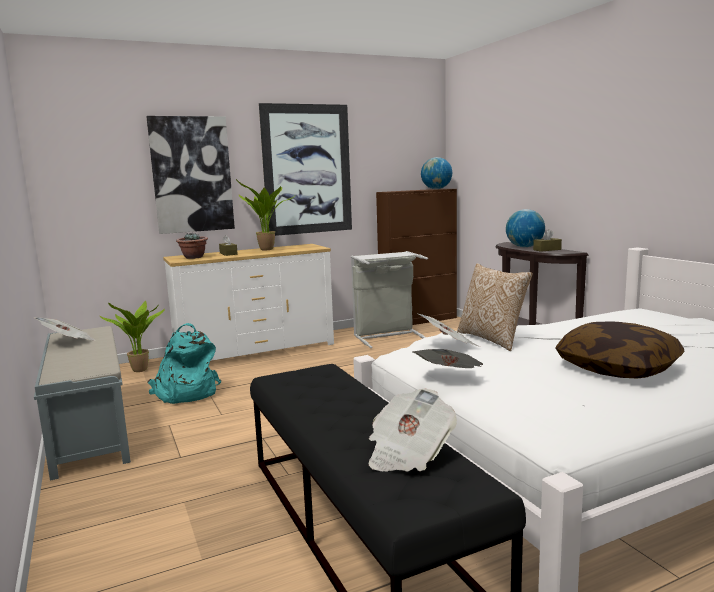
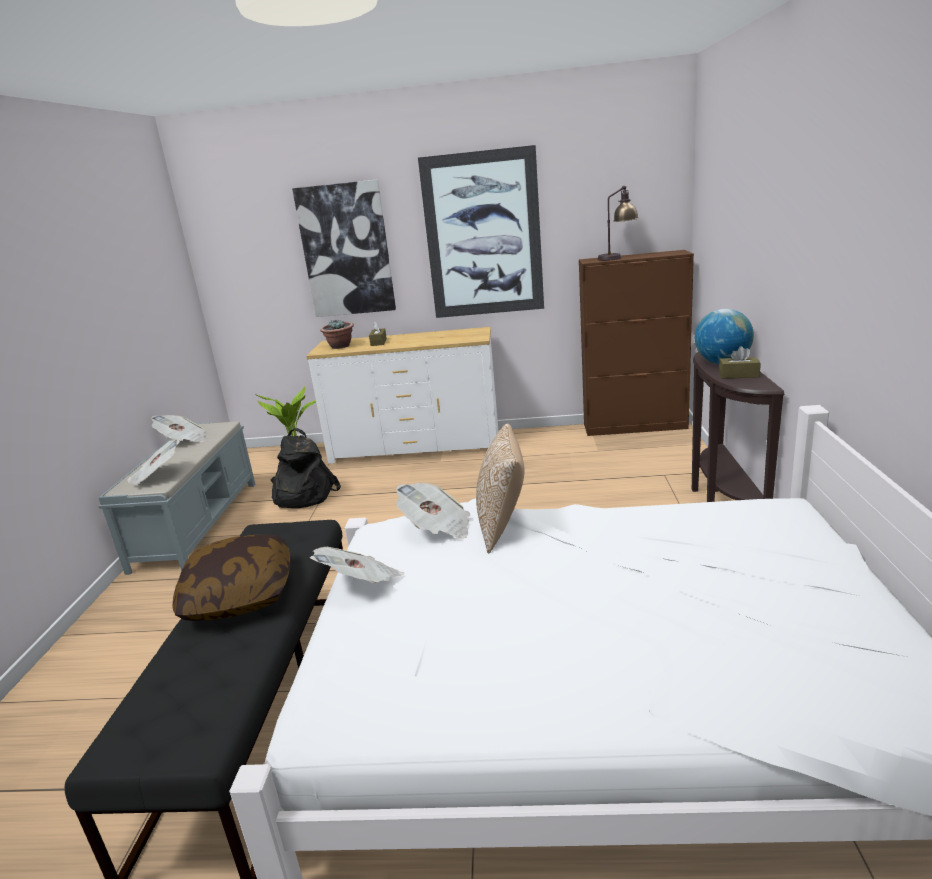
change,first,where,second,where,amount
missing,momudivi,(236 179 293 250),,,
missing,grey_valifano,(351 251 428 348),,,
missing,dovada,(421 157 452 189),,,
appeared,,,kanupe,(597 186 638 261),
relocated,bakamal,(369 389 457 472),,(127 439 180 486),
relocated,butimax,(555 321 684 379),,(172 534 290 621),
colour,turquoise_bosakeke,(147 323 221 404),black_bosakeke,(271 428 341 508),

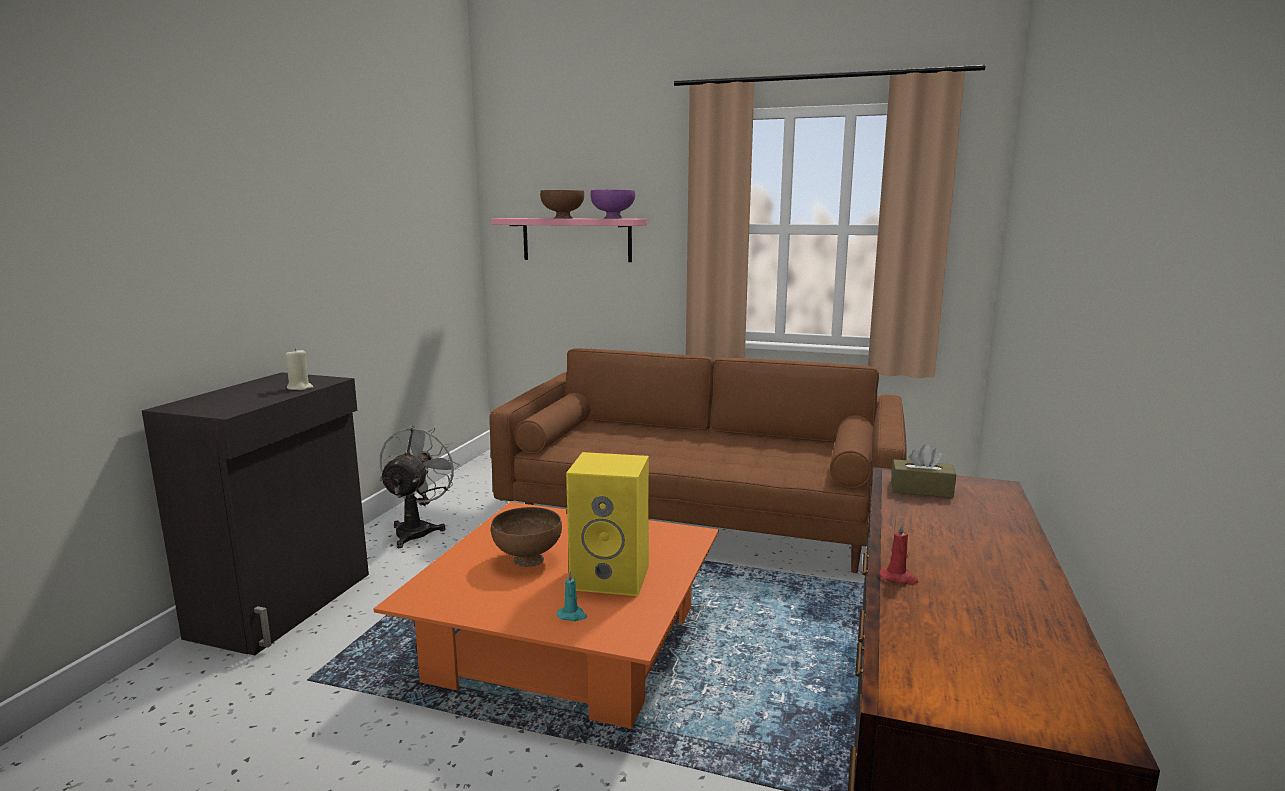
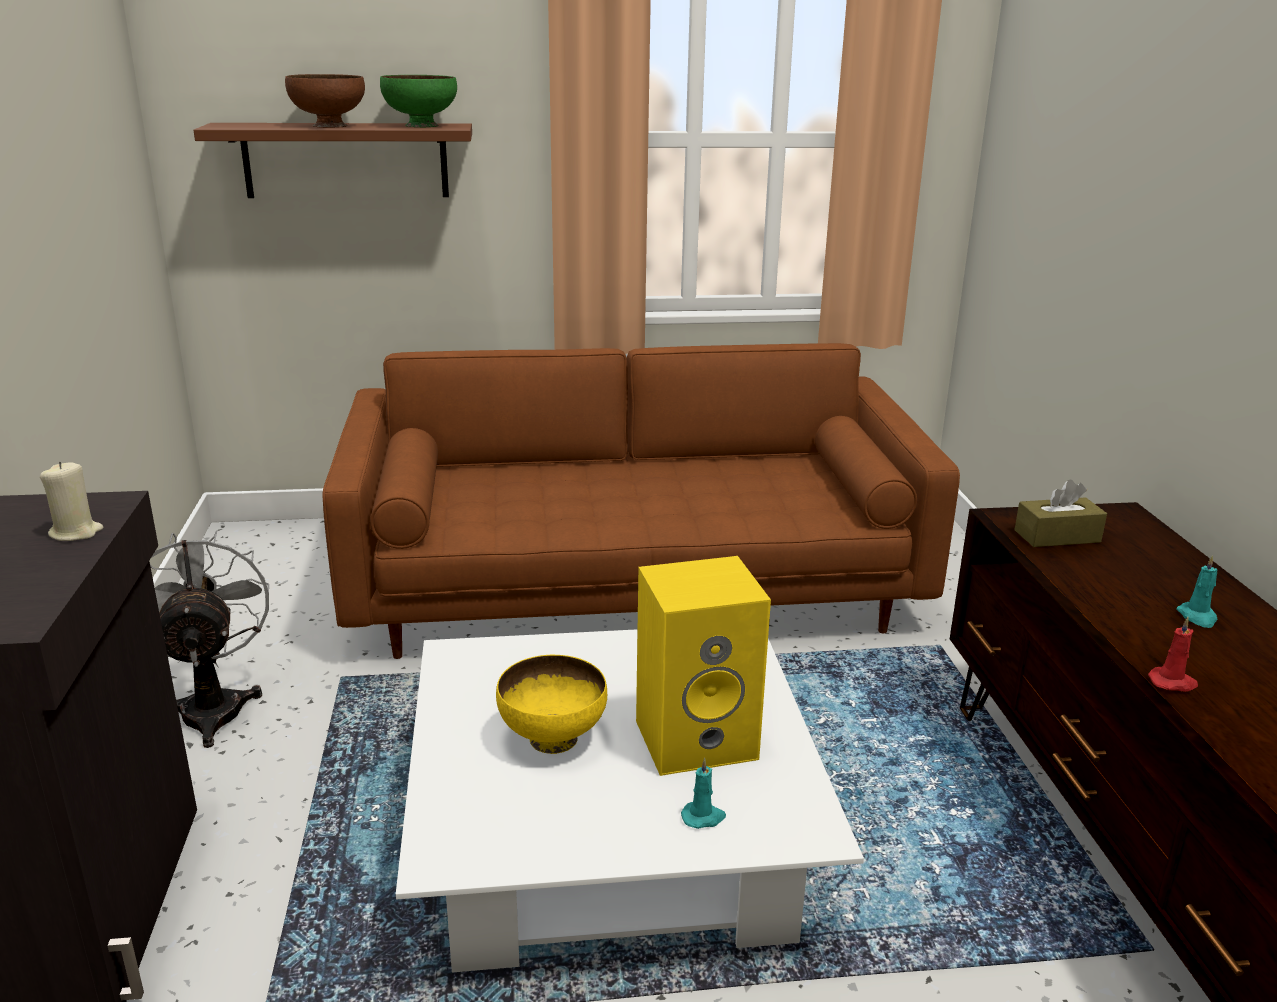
change,first,where,second,where,amount
appeared,,,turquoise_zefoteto,(1176 555 1218 628),
colour,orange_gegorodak,(374 502 719 729),white_gegorodak,(396 629 864 972),
colour,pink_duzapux,(491 218 647 262),brown_duzapux,(193 123 472 198),
colour,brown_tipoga,(491 507 562 567),yellow_tipoga,(496 655 607 754),
colour,purple_tipoga,(590 190 635 219),green_tipoga,(380 75 457 127),

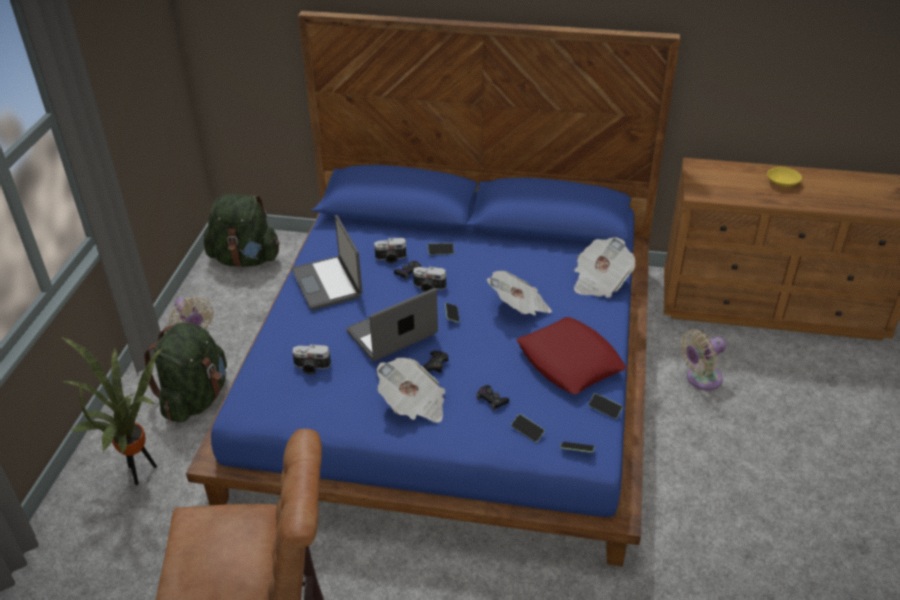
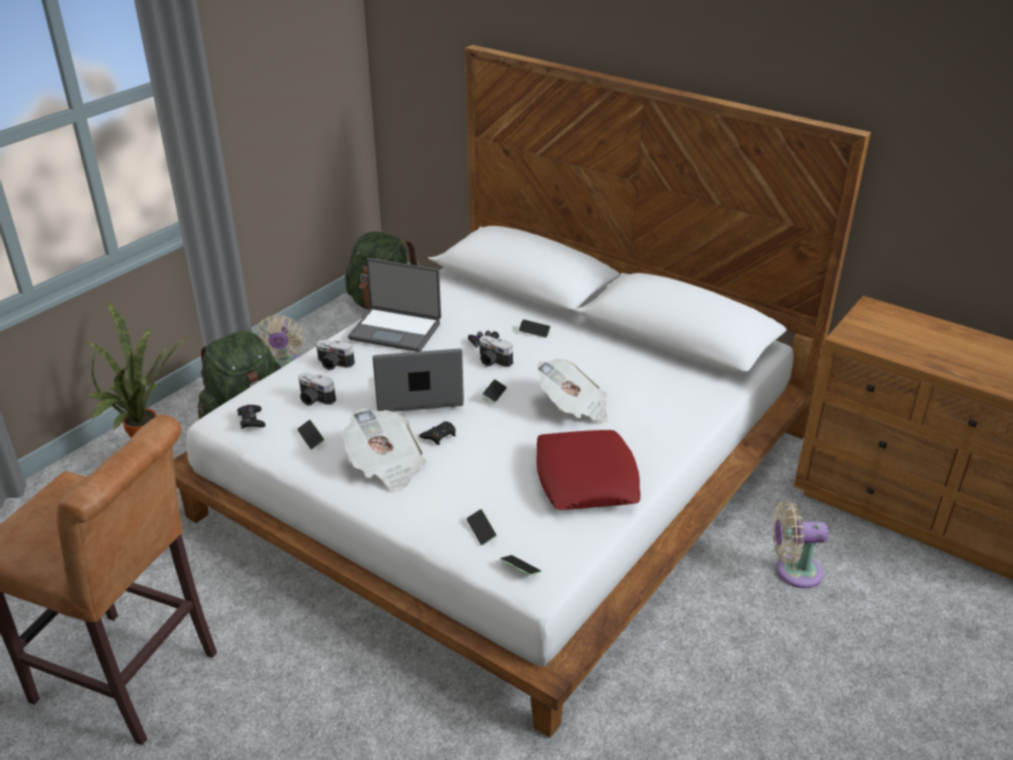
change,first,where,second,where,amount
missing,bakamal,(574 237 635 298),,,
missing,yellow_tipoga,(767 167 802 187),,,
relocated,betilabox,(374 238 407 264),,(316 340 355 370),
relocated,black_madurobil,(476 385 509 410),,(237 405 265 429),
relocated,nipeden,(588 393 623 419),,(297 420 325 450),
colour,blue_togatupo,(186 11 680 567),white_togatupo,(174 45 871 738),
spun,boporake,(292 215 362 310),,(348 258 441 352),75 degrees counterclockwise

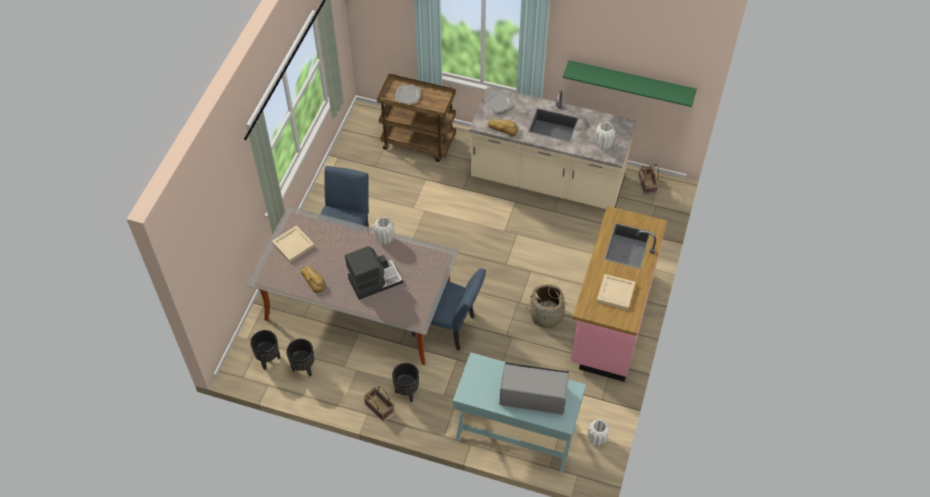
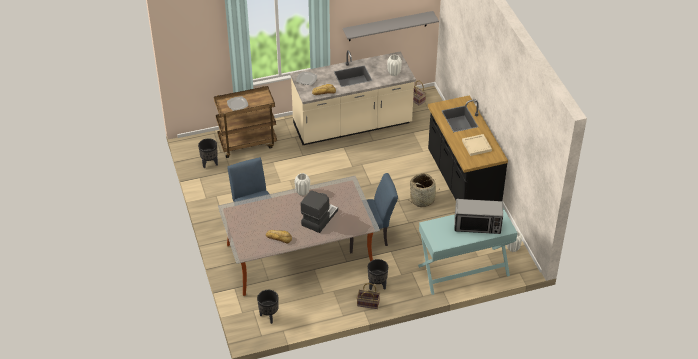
change,first,where,second,where,amount
missing,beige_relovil,(272 225 315 262),,,
relocated,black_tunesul,(286 339 314 377),,(198 138 218 168),
colour,green_duzapux,(562 60 697 107),grey_duzapux,(343 11 439 41),
colour,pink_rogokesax,(571 206 667 382),black_rogokesax,(428 95 508 201),
spun,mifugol,(500 362 569 414),,(454 199 503 234),150 degrees counterclockwise

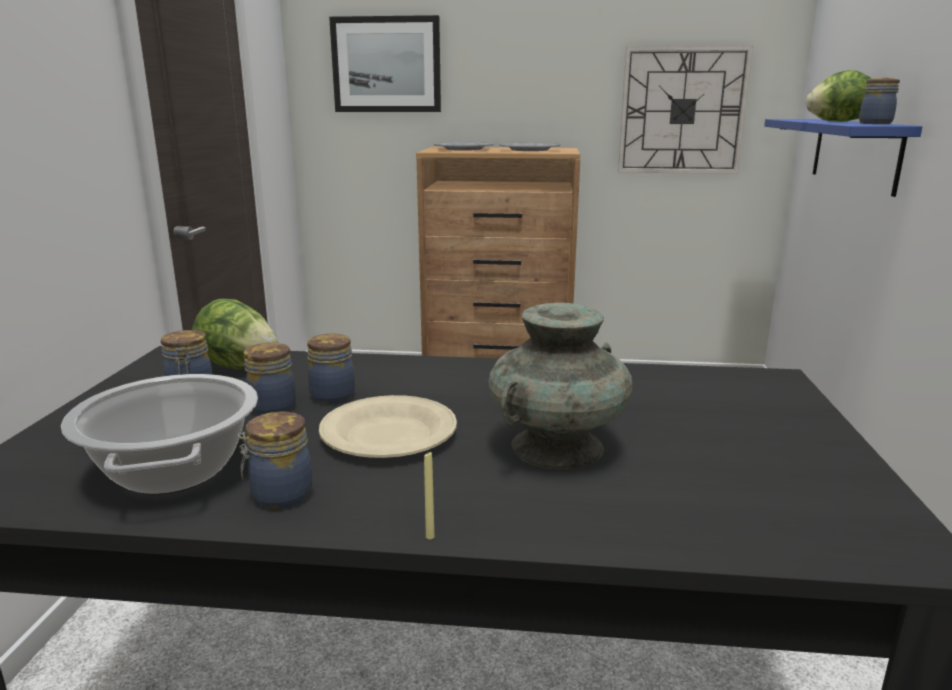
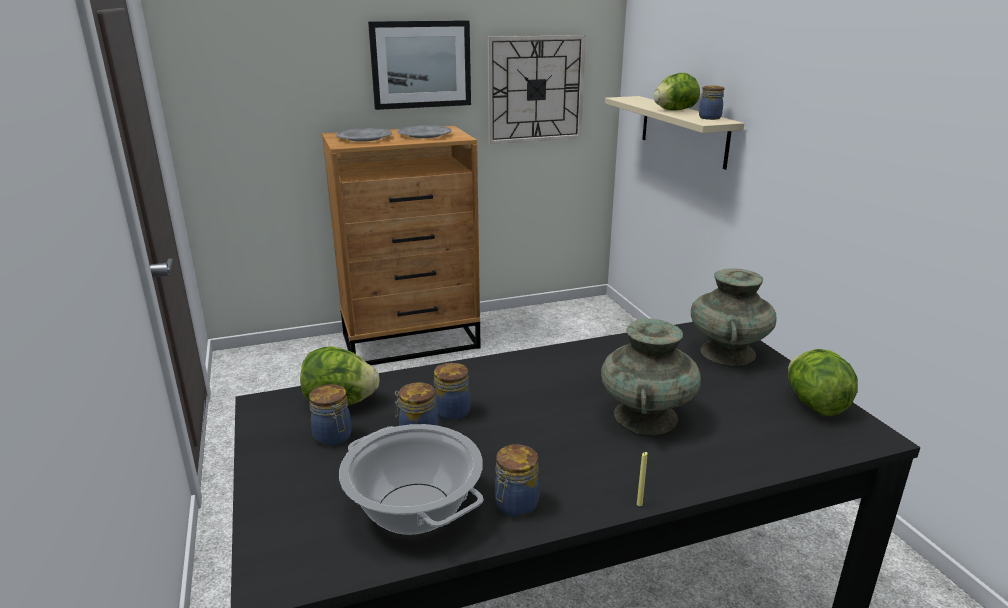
change,first,where,second,where,amount
missing,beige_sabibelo,(319 395 457 458),,,
appeared,,,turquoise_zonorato,(691 269 776 366),
appeared,,,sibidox,(788 349 858 416),
relocated,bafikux,(329 15 441 112),,(368 20 471 110),
colour,blue_duzapux,(764 119 922 197),beige_duzapux,(605 96 745 170),

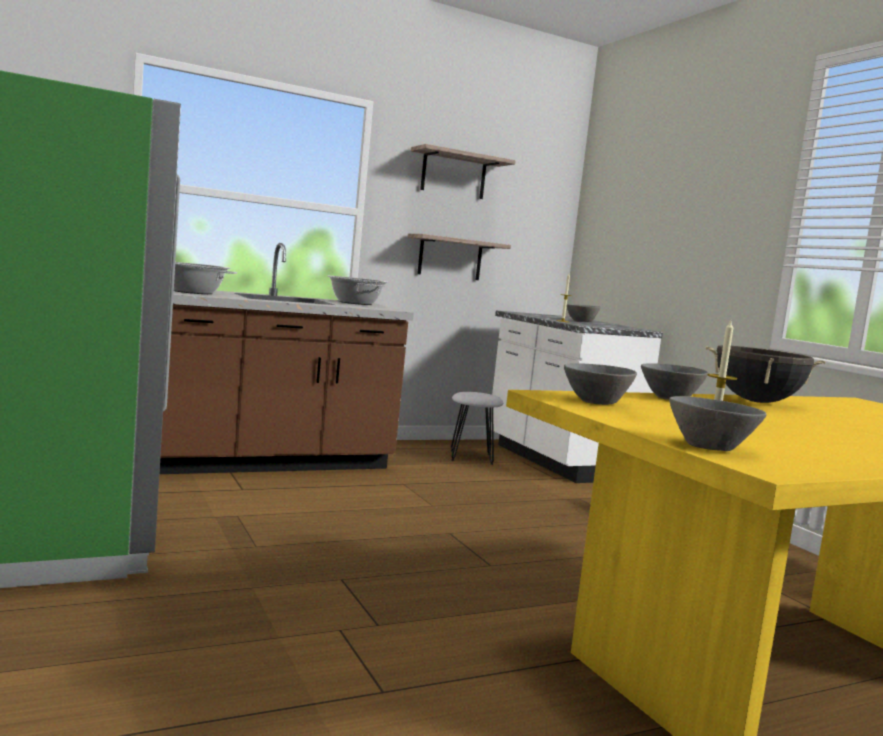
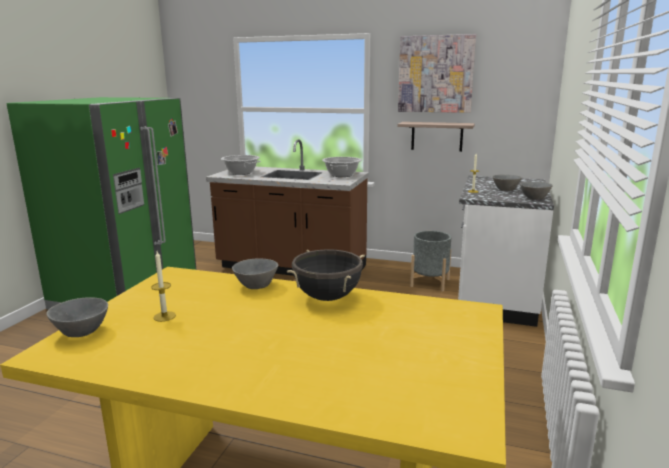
change,first,where,second,where,amount
relocated,grey_tipoga,(564 363 637 405),,(520 182 553 200),
exchanged,duzapux,(411 144 515 199),bafikux,(398 34 476 113),
exchanged,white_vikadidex,(451 392 503 465),grey_tunesul,(410 231 451 292),

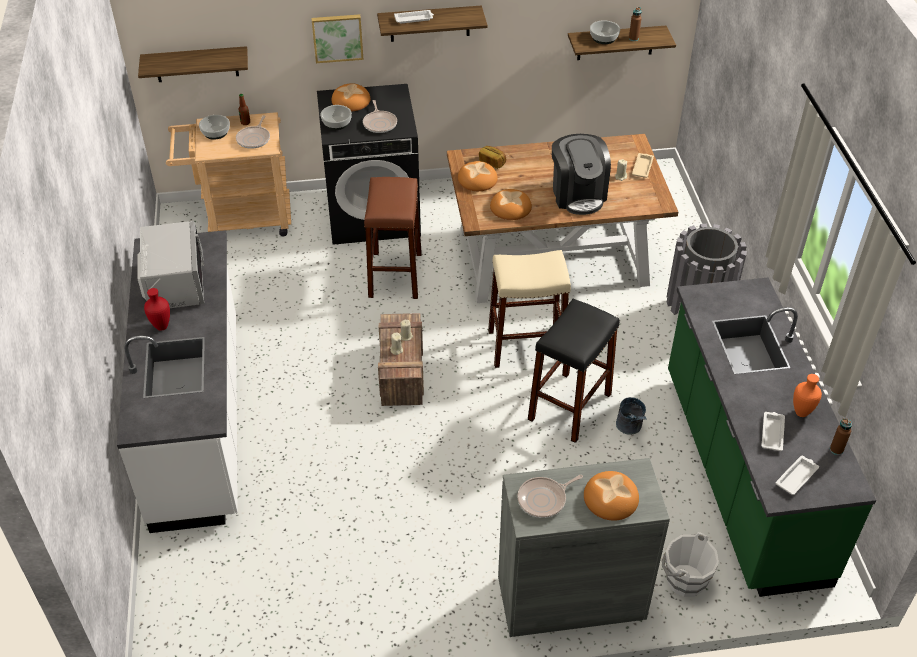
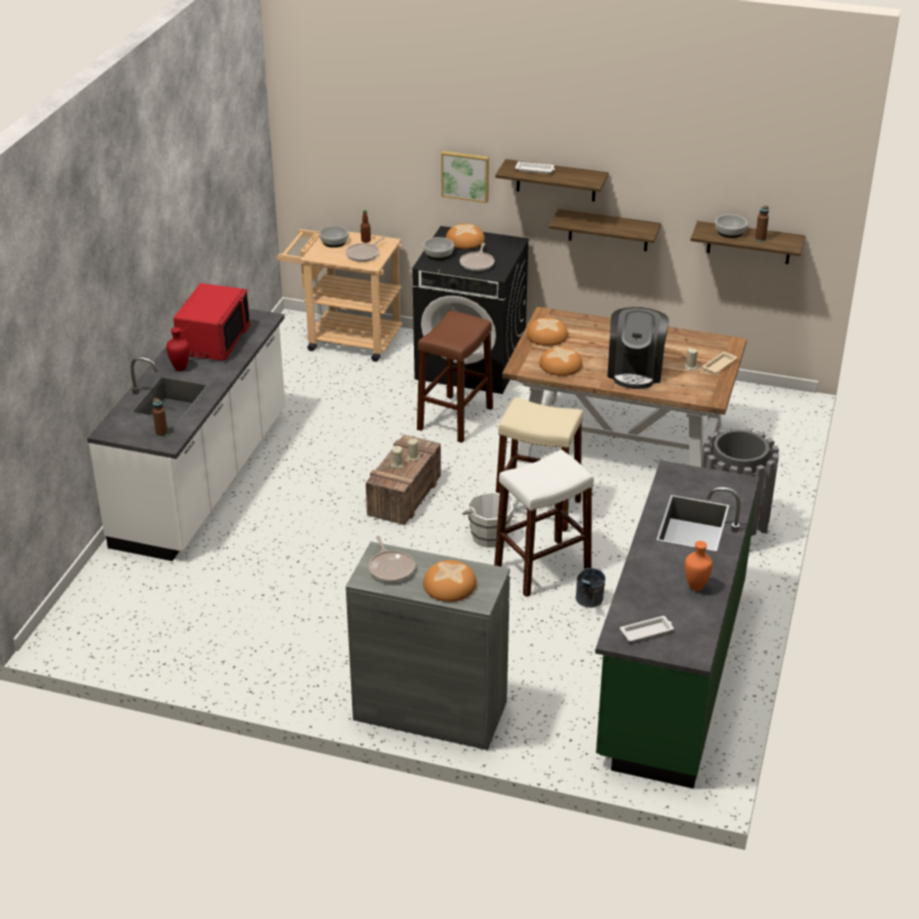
change,first,where,second,where,amount
missing,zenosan,(479 146 506 169),,,
missing,white_relovil,(761 412 785 451),,,
relocated,duzapux,(138 46 248 82),,(549 209 661 251),
relocated,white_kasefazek,(662 532 719 597),,(463 492 514 548),
relocated,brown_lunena,(830 418 852 455),,(153 398 168 437),
colour,grey_mifugol,(137 221 204 308),red_mifugol,(173 283 250 361),
colour,black_vikadidex,(528 299 619 443),white_vikadidex,(494 450 594 597),
spun,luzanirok,(517 475 583 518),,(369 536 415 583),105 degrees counterclockwise

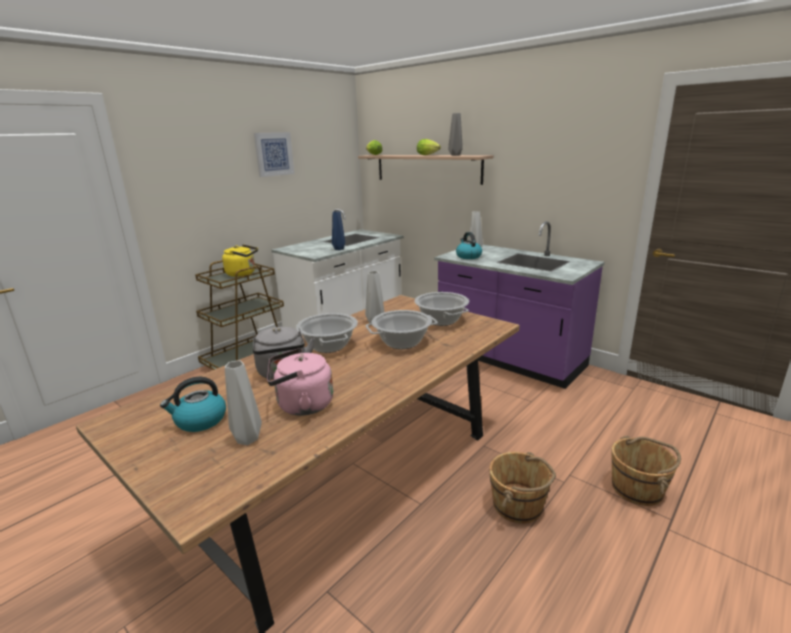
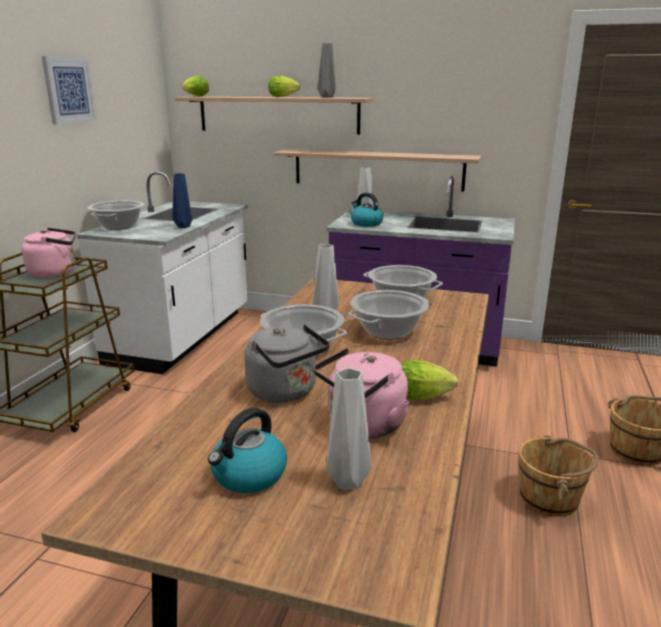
change,first,where,second,where,amount
appeared,,,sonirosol,(88 201 144 230),
appeared,,,duzapux,(274 149 481 192),
appeared,,,sibidox,(401 360 459 400),
colour,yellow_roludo,(222 244 258 277),pink_roludo,(22 228 76 278),

